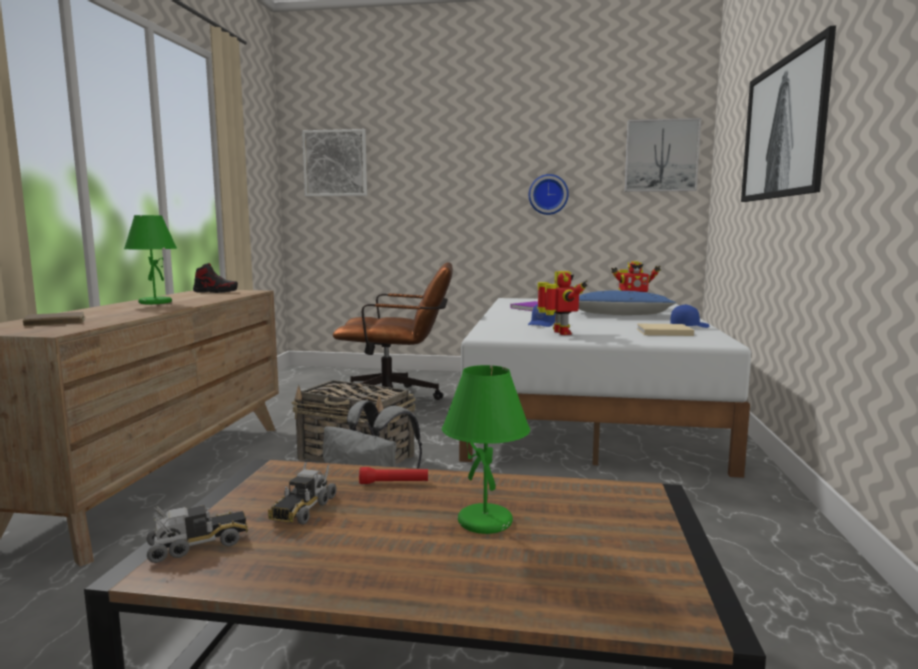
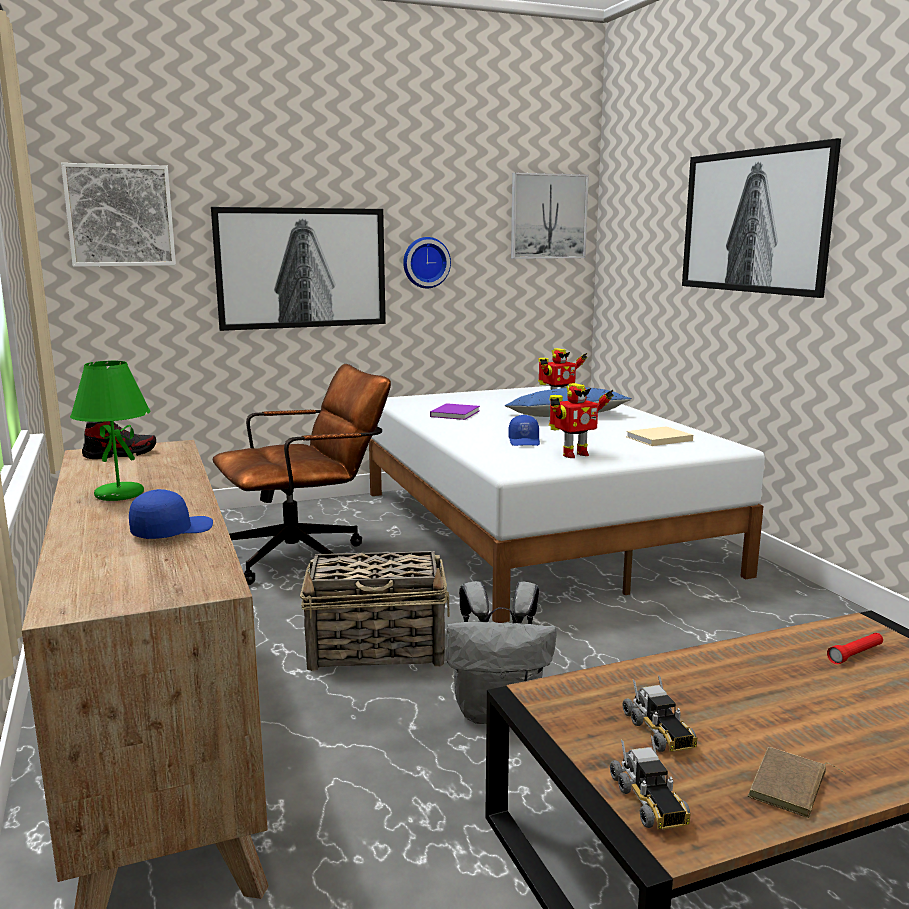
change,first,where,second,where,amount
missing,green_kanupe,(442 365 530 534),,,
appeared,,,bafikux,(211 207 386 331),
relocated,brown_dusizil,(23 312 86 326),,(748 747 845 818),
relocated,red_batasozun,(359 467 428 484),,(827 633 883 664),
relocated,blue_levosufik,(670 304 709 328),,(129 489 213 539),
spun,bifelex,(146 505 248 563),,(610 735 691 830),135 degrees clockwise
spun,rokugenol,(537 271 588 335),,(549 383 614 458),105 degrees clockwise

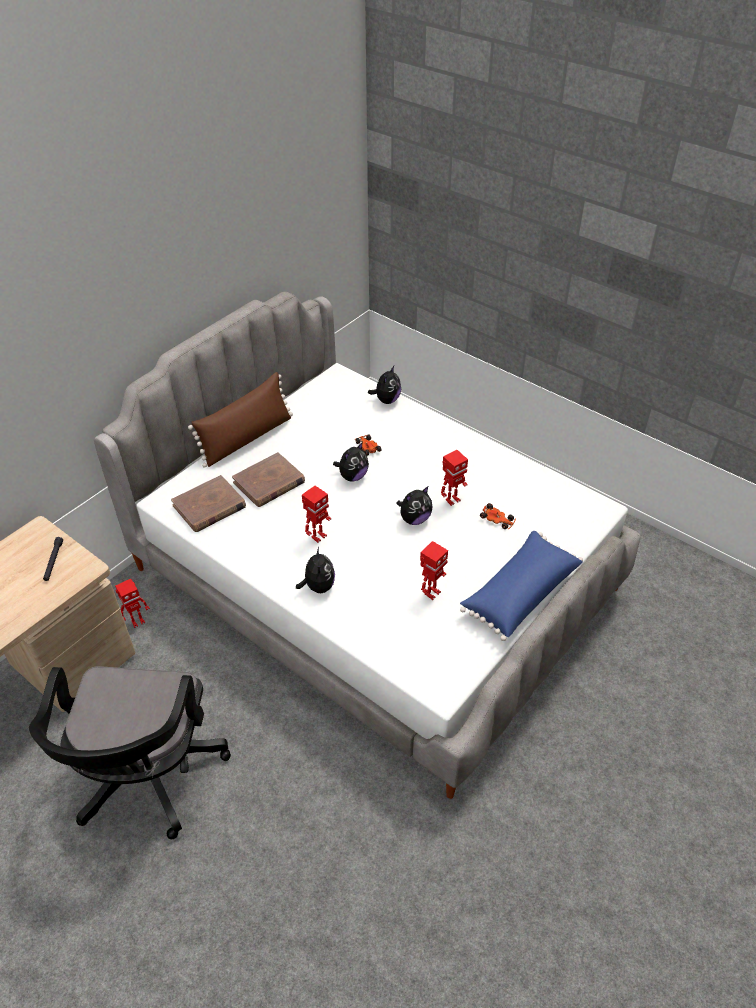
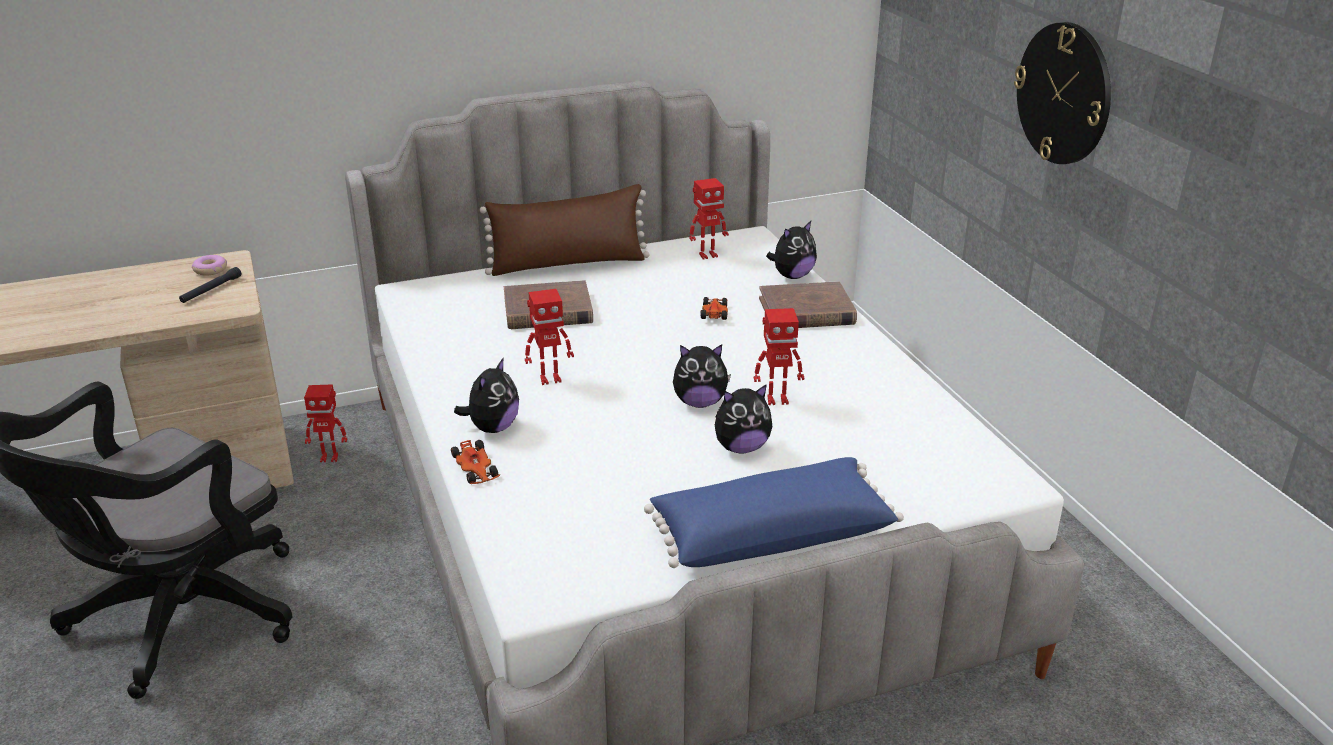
change,first,where,second,where,amount
appeared,,,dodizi,(192 255 227 276),
appeared,,,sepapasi,(1014 22 1111 164),
relocated,brown_dusizil,(171 475 246 532),,(759 281 857 328),
relocated,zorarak,(333 442 369 482),,(715 384 773 454),
relocated,rokugenol,(420 541 448 600),,(689 178 729 260),
relocated,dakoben,(480 503 516 529),,(451 440 500 484),

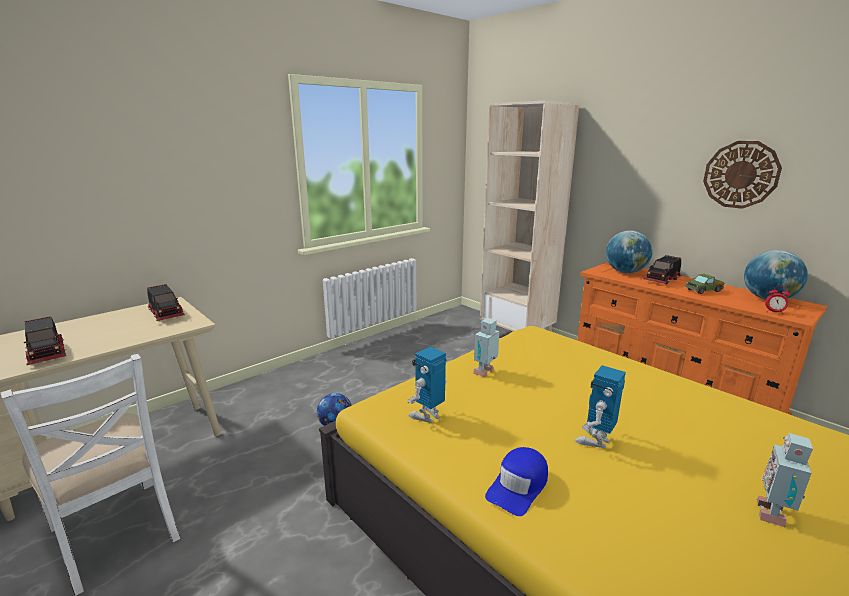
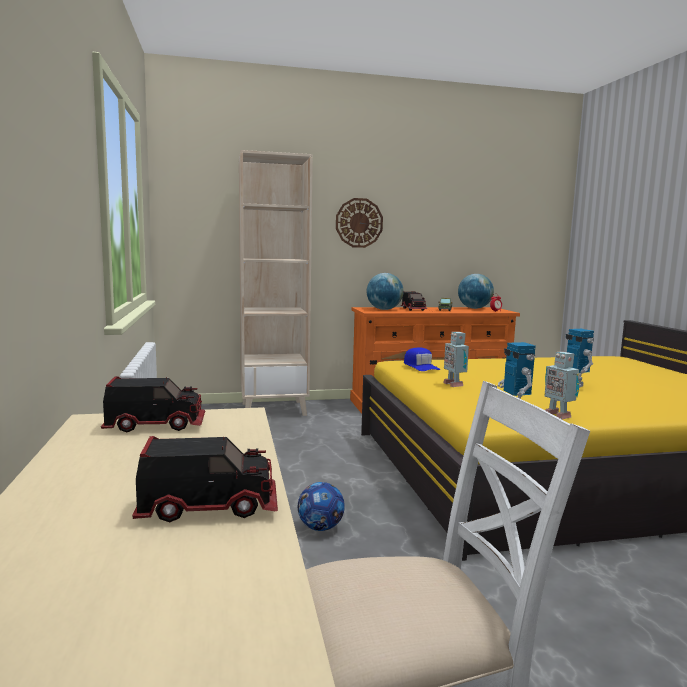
change,first,where,second,where,amount
relocated,blue_levosufik,(485 447 548 516),,(404 348 440 371),
relocated,sepapasi,(703 141 782 209),,(336 198 383 248),
relocated,rokugenol,(757 433 813 527),,(544 352 579 420),

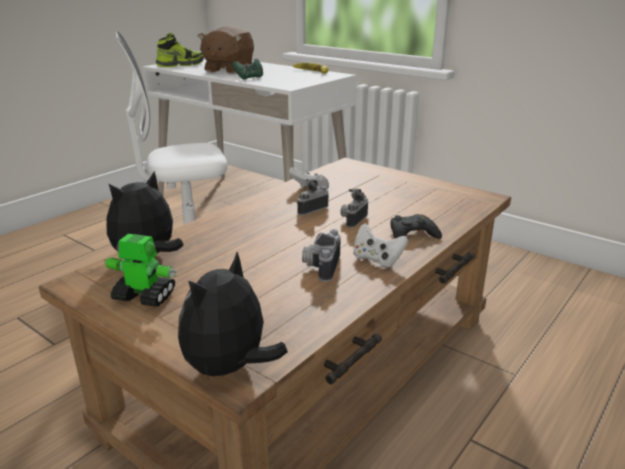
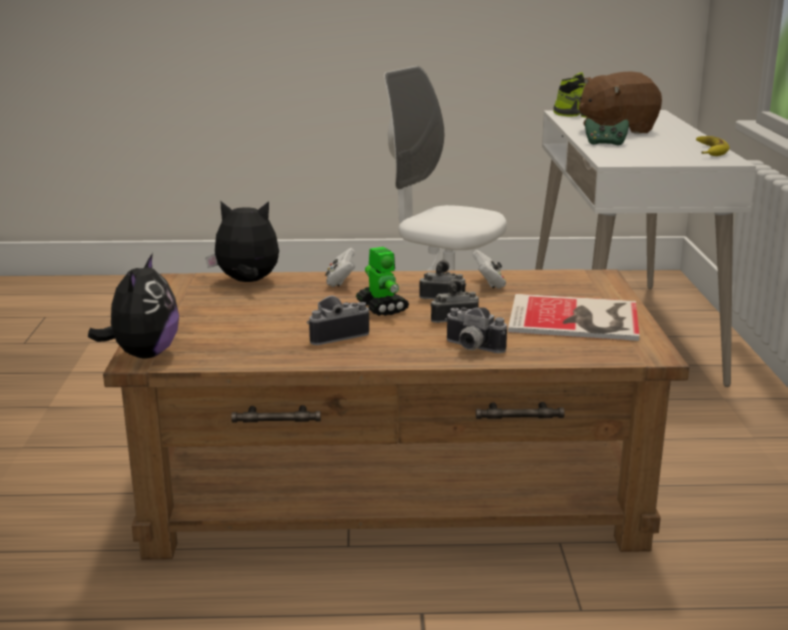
change,first,where,second,where,amount
appeared,,,dusizil,(508 294 639 341),
relocated,rokugenol,(104 234 177 307),,(356 247 409 316),
relocated,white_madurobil,(353 223 408 268),,(325 248 355 287),
exchanged,black_madurobil,(391 214 442 239),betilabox,(445 307 507 353),
spun,zorarak,(178 252 288 382),,(88 253 179 359),105 degrees clockwise

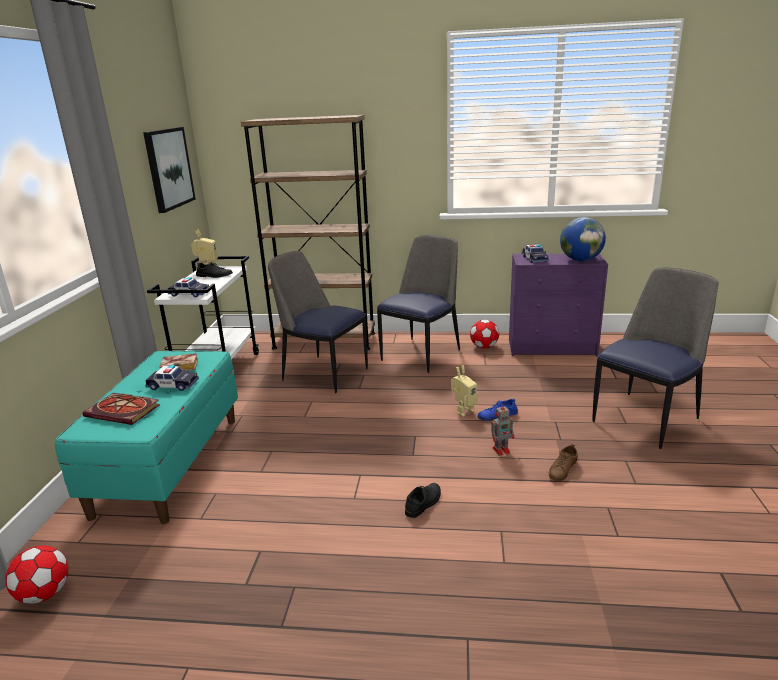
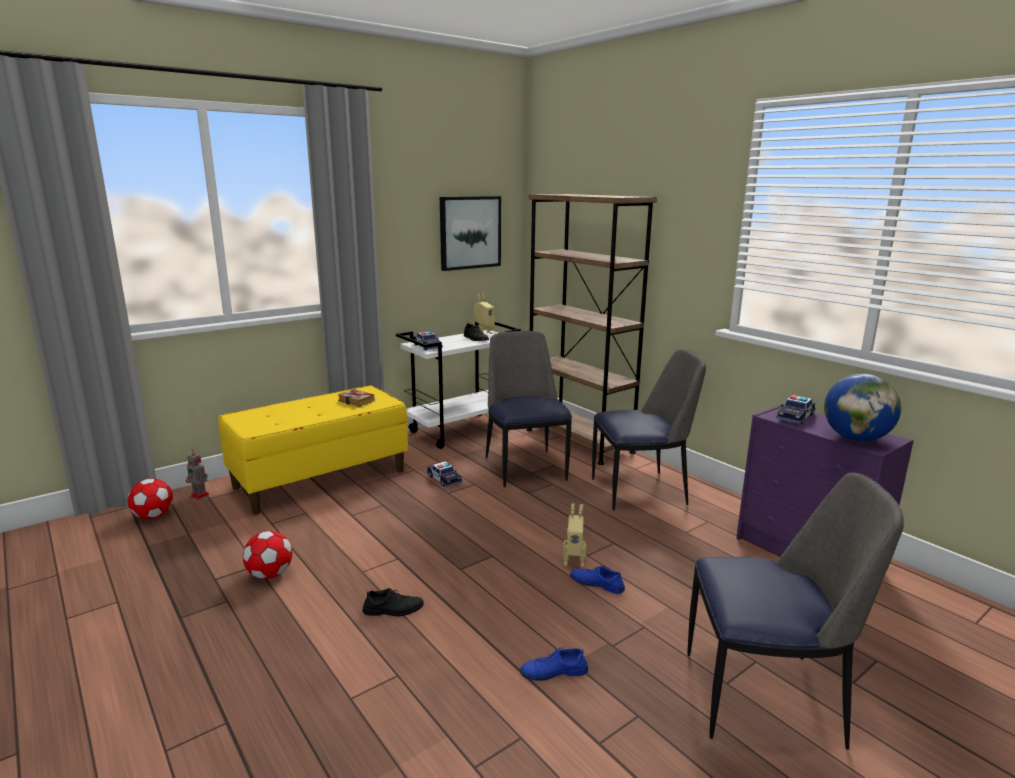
change,first,where,second,where,amount
missing,dusizil,(83 393 160 425),,,
relocated,dakoben,(145 365 199 391),,(427 461 462 487),
relocated,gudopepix,(470 320 499 348),,(243 531 292 579),
relocated,rokugenol,(491 403 514 456),,(186 449 210 500),
colour,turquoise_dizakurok,(55 351 238 524),yellow_dizakurok,(218 385 408 515),
colour,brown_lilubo,(549 444 578 481),blue_lilubo,(520 647 588 681),

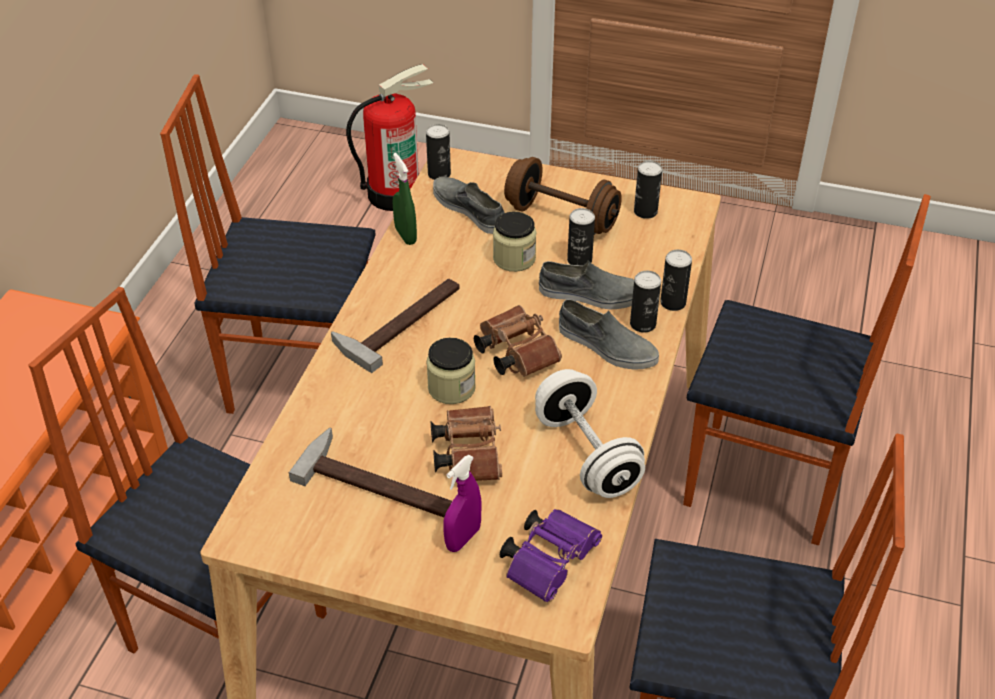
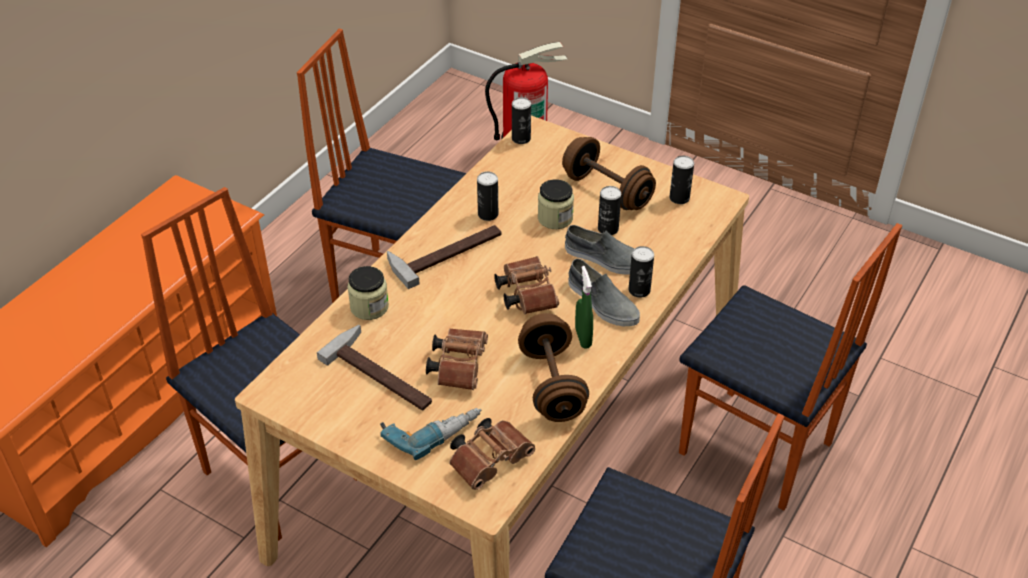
change,first,where,second,where,amount
missing,grey_lilubo,(433 177 504 234),,,
relocated,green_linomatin,(393 153 417 245),,(575 266 593 348),
relocated,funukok,(426 338 476 404),,(347 266 389 320),
relocated,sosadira,(660 250 692 311),,(477 172 498 221),
exchanged,purple_linomatin,(443 455 481 552),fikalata,(380 408 481 460),
colour,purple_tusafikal,(500 509 602 602),brown_tusafikal,(449 418 535 490),
colour,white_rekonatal,(535 369 645 498),brown_rekonatal,(518 313 589 422),

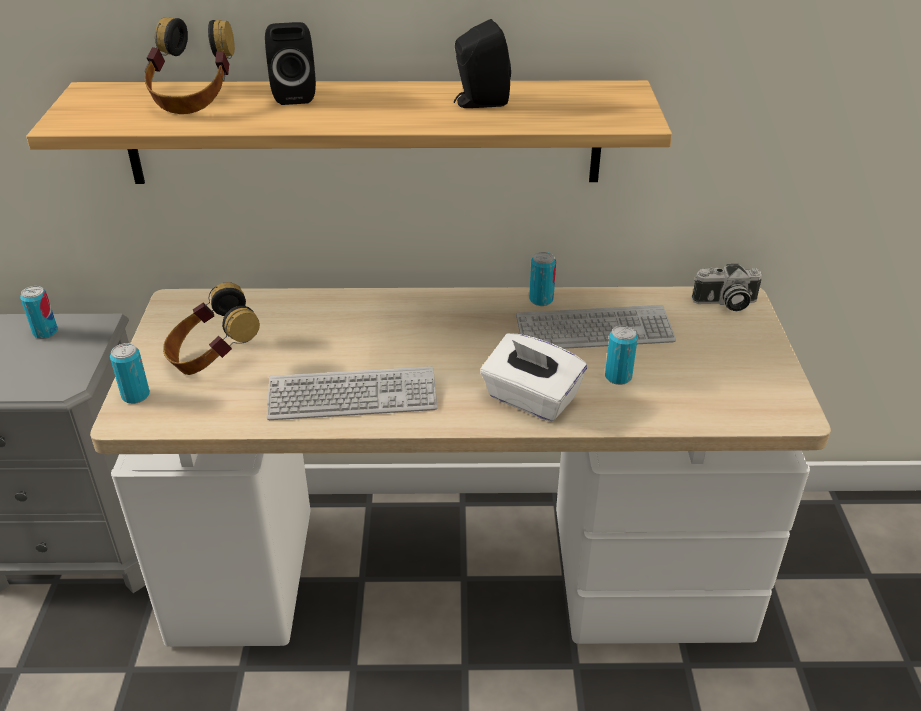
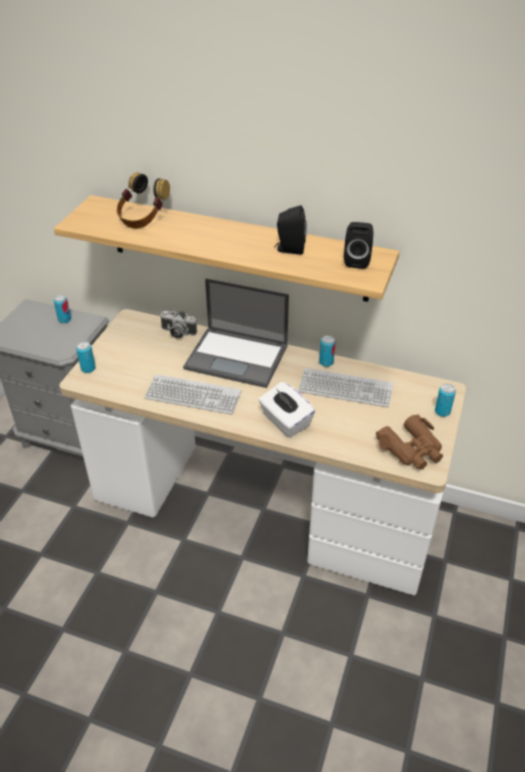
change,first,where,second,where,amount
missing,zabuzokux,(163 282 260 375),,,
appeared,,,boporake,(183 278 289 388),
appeared,,,brown_tusafikal,(376 414 443 470),
relocated,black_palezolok,(265 22 316 105),,(344 222 373 269),
relocated,sosadira,(605 325 638 385),,(435 384 456 417),
relocated,betilabox,(692 264 762 311),,(160 311 197 338),

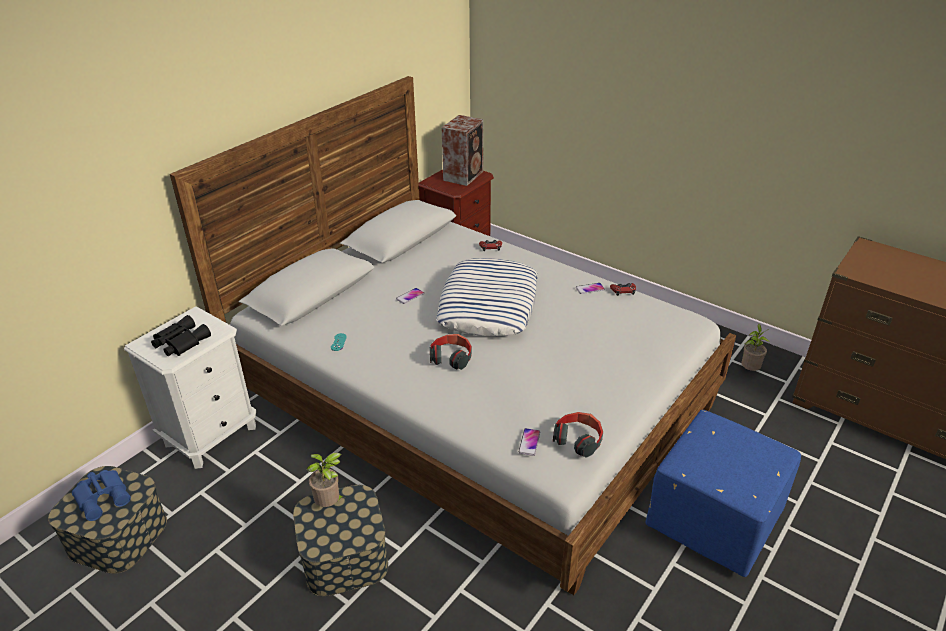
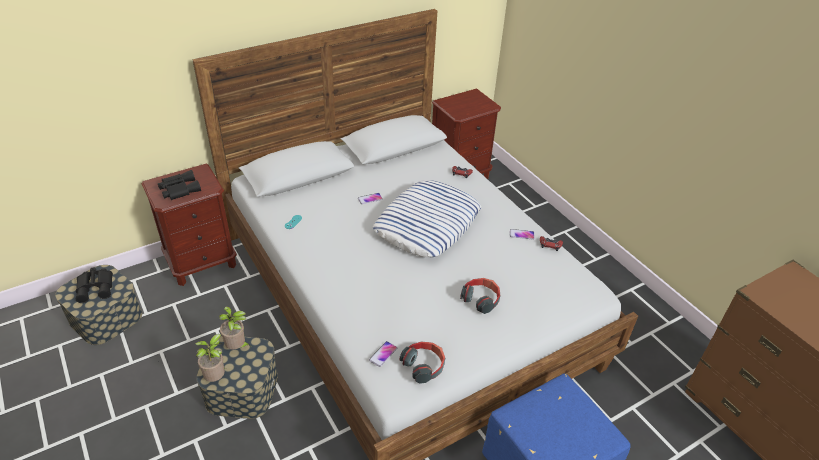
change,first,where,second,where,amount
missing,palezolok,(442 115 483 186),,,
relocated,zabuzokux,(430 334 472 370),,(460 278 500 314),
relocated,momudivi,(741 324 770 371),,(195 334 225 382),
colour,blue_tusafikal,(72 470 131 521),black_tusafikal,(76 268 113 303),
colour,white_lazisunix,(124 306 256 469),brown_lazisunix,(141 164 237 286),

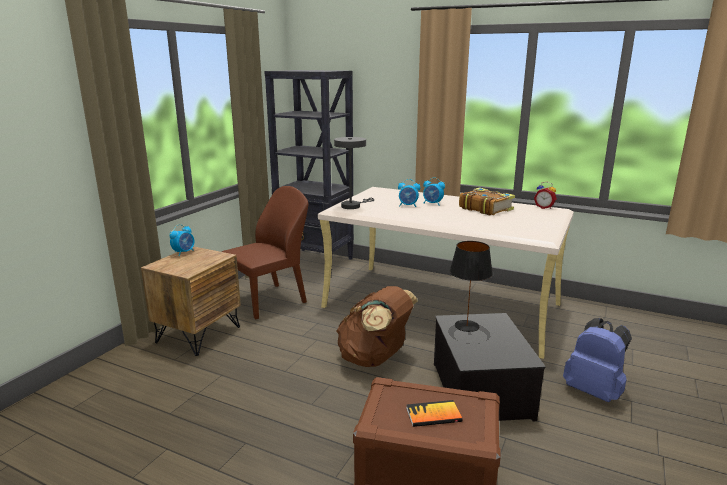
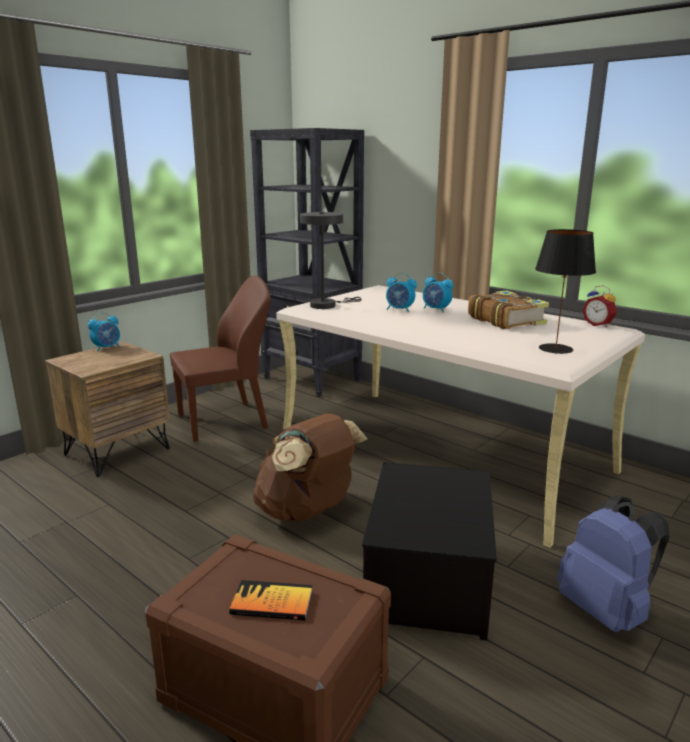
change,first,where,second,where,amount
relocated,black_kanupe,(450 241 493 332),,(535 229 596 354),

